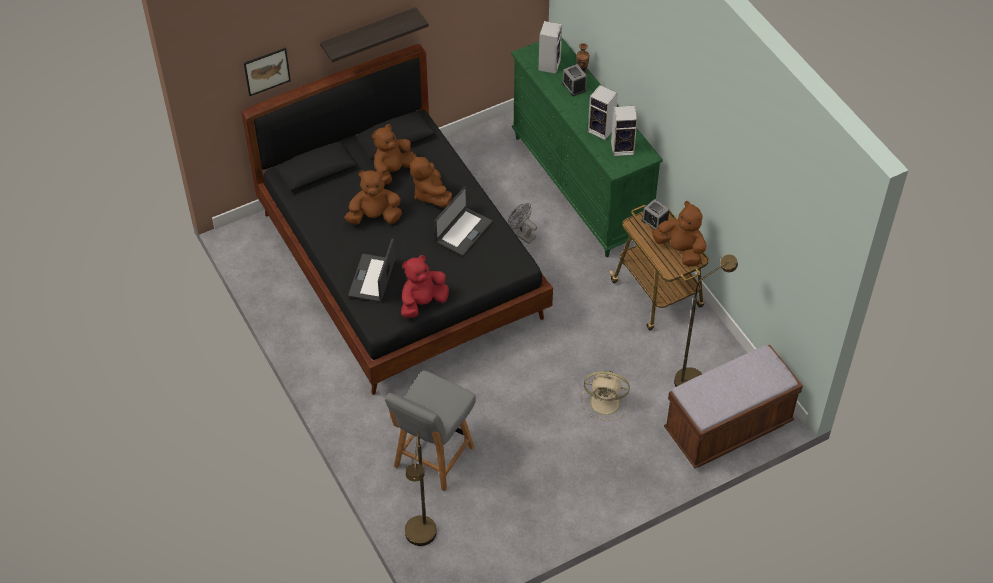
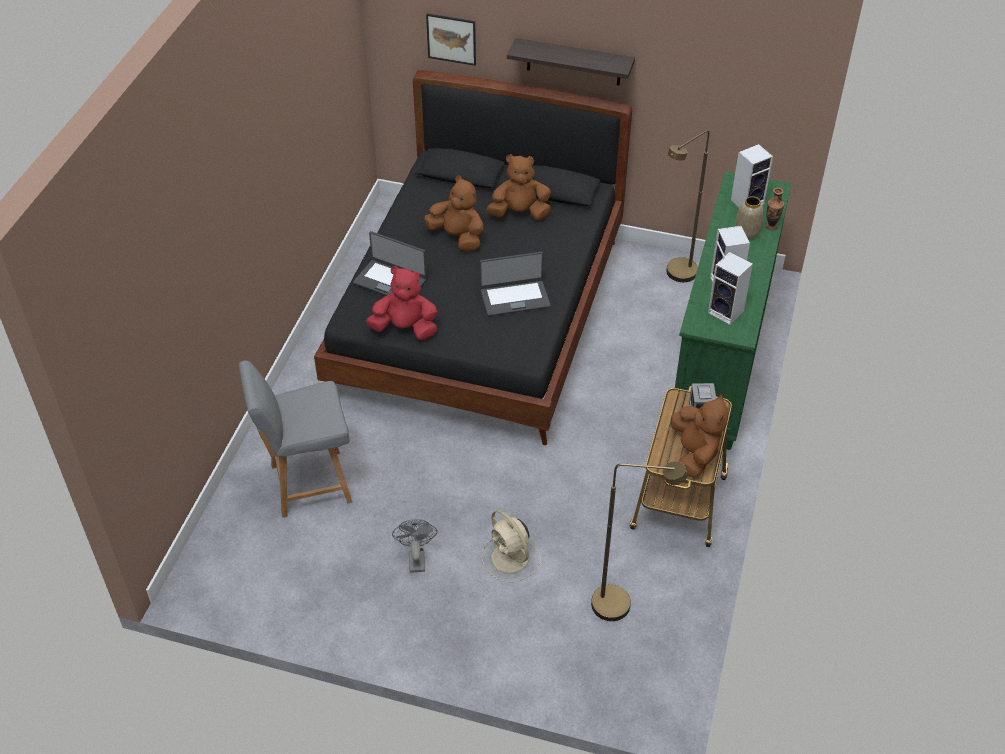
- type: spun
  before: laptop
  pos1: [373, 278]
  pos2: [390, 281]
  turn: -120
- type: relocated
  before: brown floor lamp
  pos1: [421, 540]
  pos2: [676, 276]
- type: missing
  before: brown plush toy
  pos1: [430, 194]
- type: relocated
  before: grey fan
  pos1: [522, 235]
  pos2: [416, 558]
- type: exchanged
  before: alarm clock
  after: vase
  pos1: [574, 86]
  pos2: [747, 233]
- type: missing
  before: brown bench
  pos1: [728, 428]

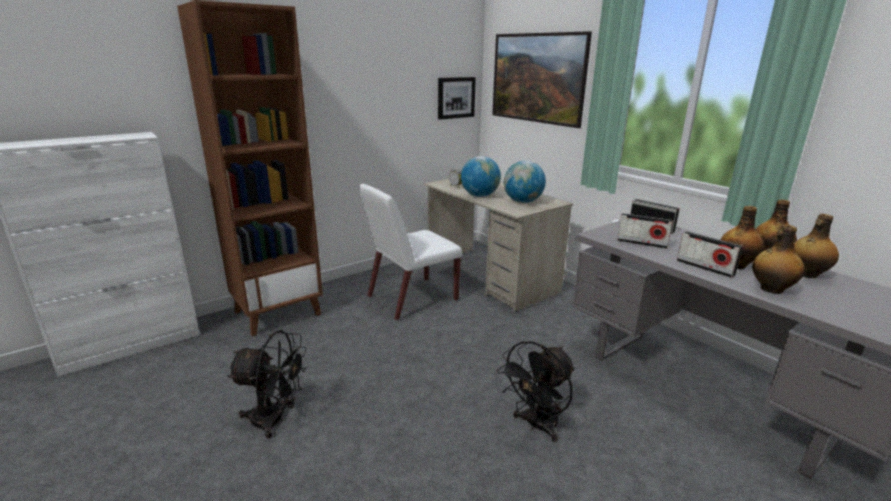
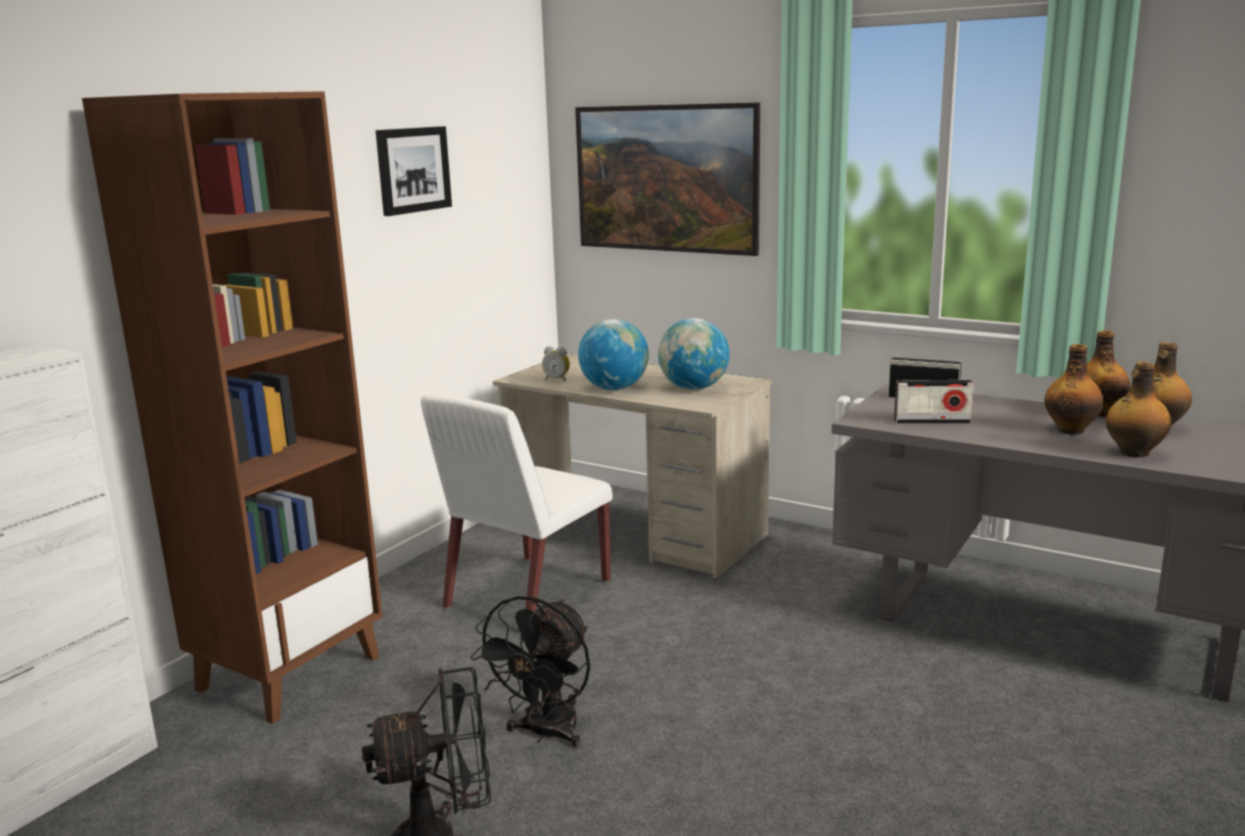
- type: relocated
  before: picture
  pos1: [455, 97]
  pos2: [412, 170]
- type: relocated
  before: black fan
  pos1: [536, 426]
  pos2: [546, 734]
- type: missing
  before: radio
  pos1: [705, 267]

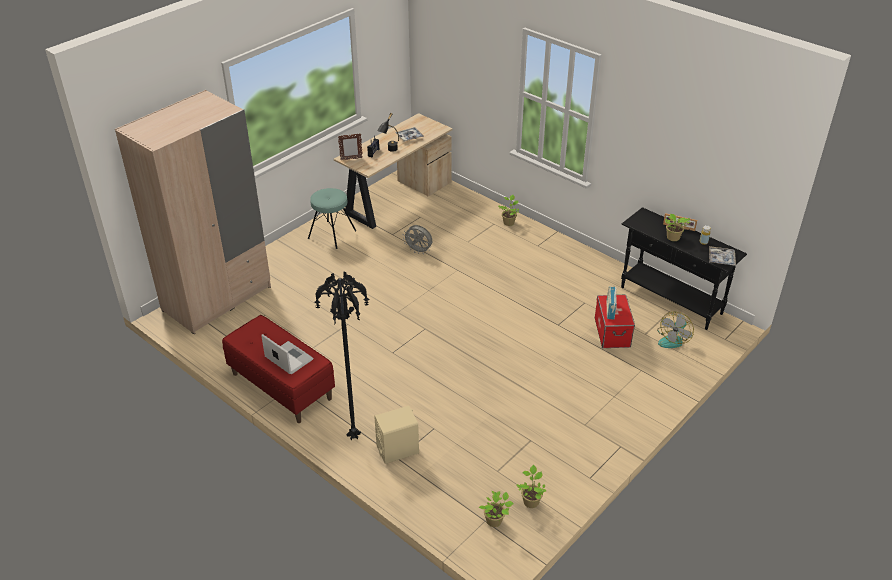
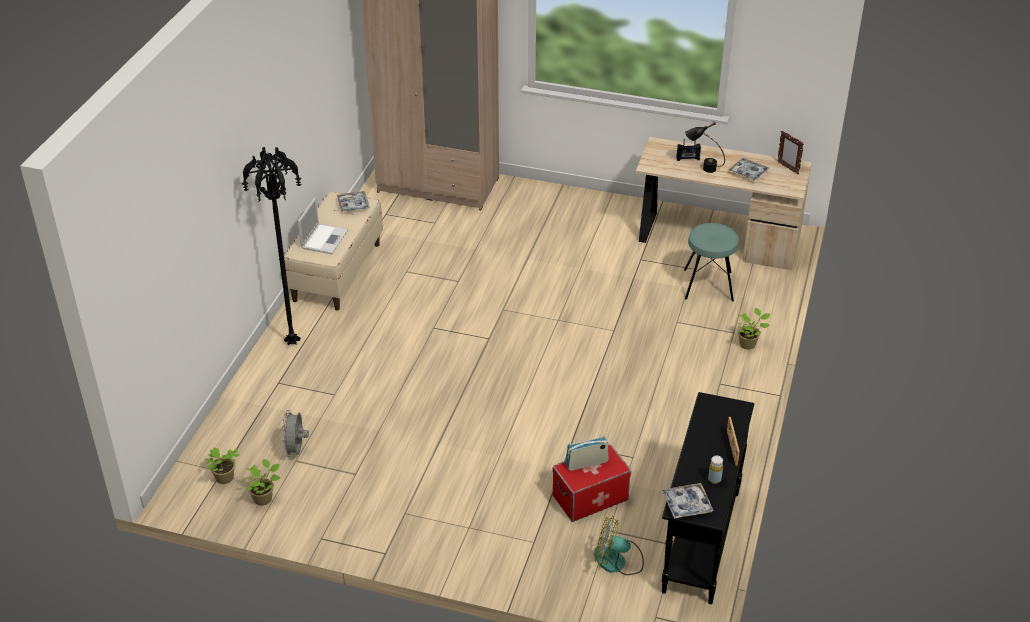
- type: colour
  before: red bench
  after: beige bench
  pos1: [281, 386]
  pos2: [336, 272]
- type: relocated
  before: turquoise stool
  pos1: [332, 234]
  pos2: [708, 285]
- type: relocated
  before: picture frame
  pos1: [351, 159]
  pos2: [787, 168]
- type: missing
  before: beige speaker
  pos1: [398, 449]
- type: relocated
  before: grey fan
  pos1: [419, 251]
  pos2: [296, 450]
- type: missing
  before: potted plant
  pos1: [673, 238]
- type: appeared
  after: tray
  pos2: [353, 205]

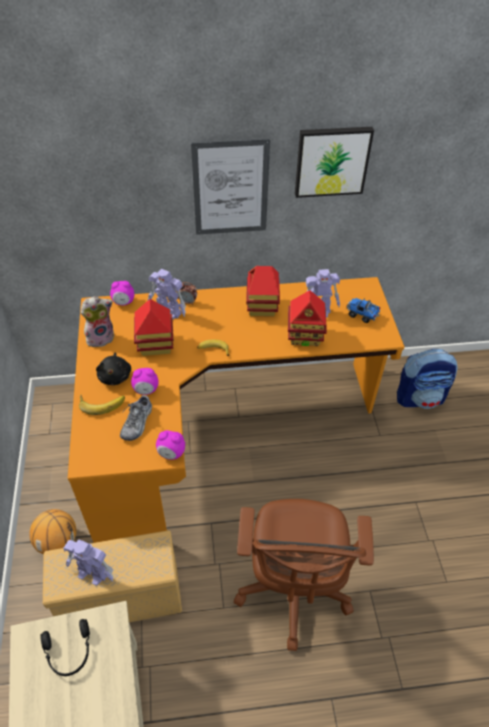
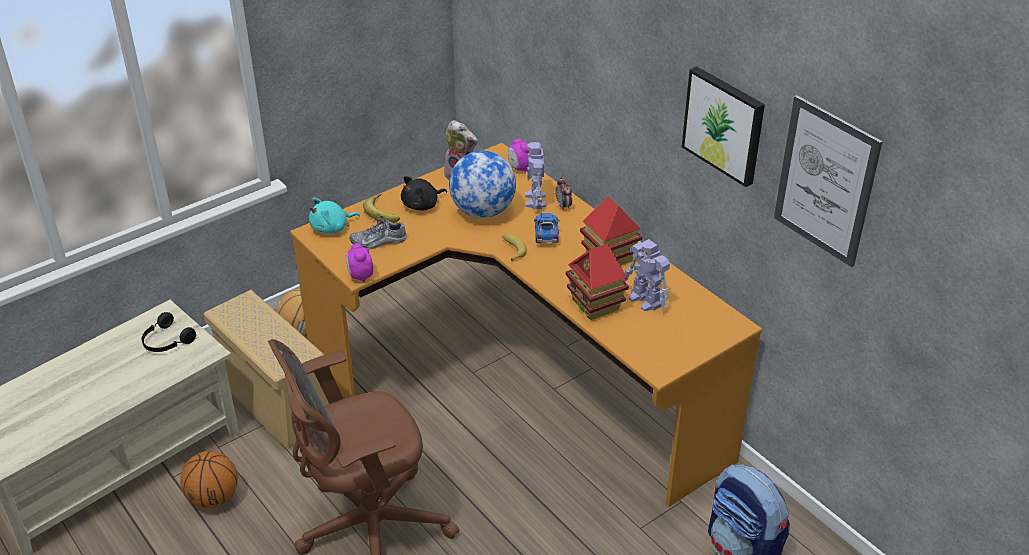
- type: missing
  before: toy robot
  pos1: [93, 573]
- type: missing
  before: alarm clock
  pos1: [146, 390]
- type: exchanged
  before: toy house
  after: globe
  pos1: [155, 345]
  pos2: [483, 211]
- type: relocated
  before: picture
  pos1: [230, 188]
  pos2: [825, 181]
- type: relocated
  before: toy truck
  pos1: [362, 315]
  pos2: [546, 236]
- type: appeared
  after: basketball
  pos2: [213, 498]
- type: appeared
  after: turquoise plush toy
  pos2: [332, 228]

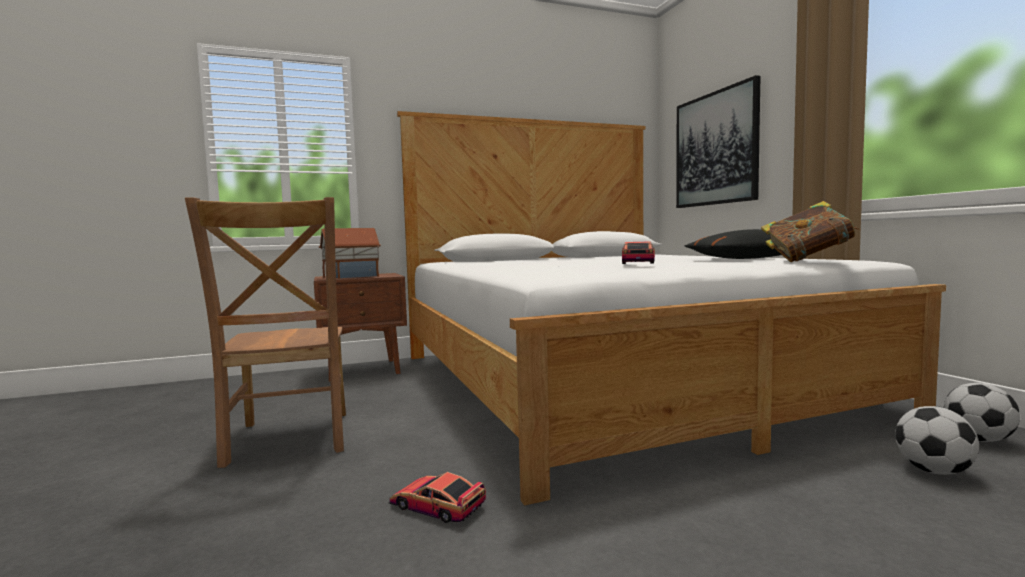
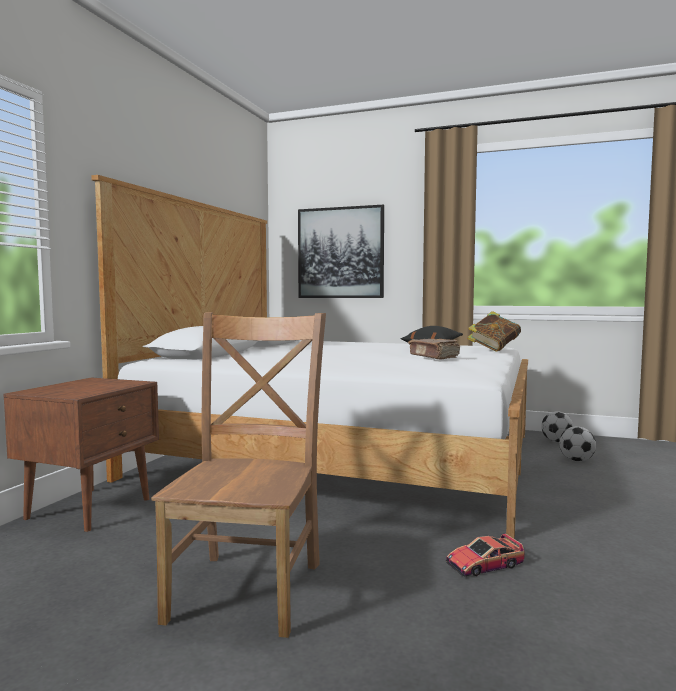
- type: spun
  before: brown chair
  pos1: [289, 440]
  pos2: [249, 587]
  turn: -105
- type: missing
  before: toy house
  pos1: [350, 277]
- type: exchanged
  before: toy car
  after: brown book
  pos1: [637, 262]
  pos2: [434, 357]

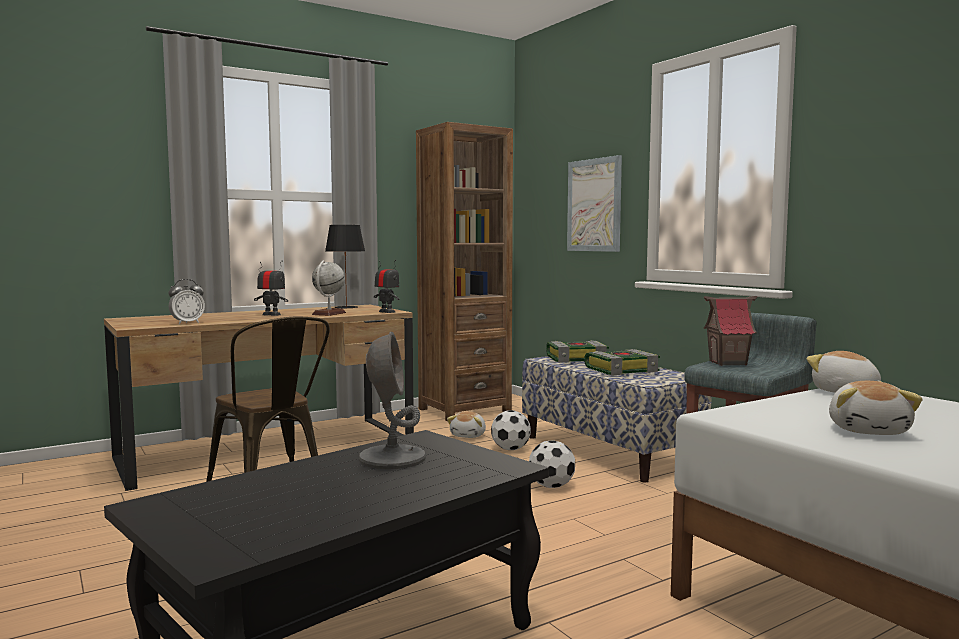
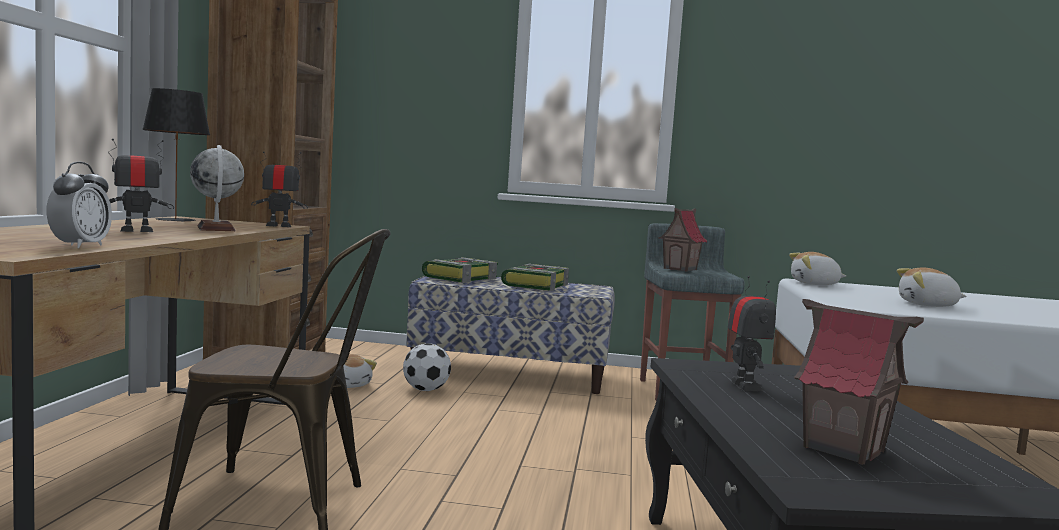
- type: exchanged
  before: grey table lamp
  after: toy robot
  pos1: [392, 458]
  pos2: [745, 386]
- type: missing
  before: football
  pos1: [551, 486]
- type: missing
  before: picture
  pos1: [594, 205]
- type: spun
  before: plush toy
  pos1: [869, 430]
  pos2: [928, 305]
  turn: 135
- type: appeared
  after: toy house
  pos2: [843, 448]

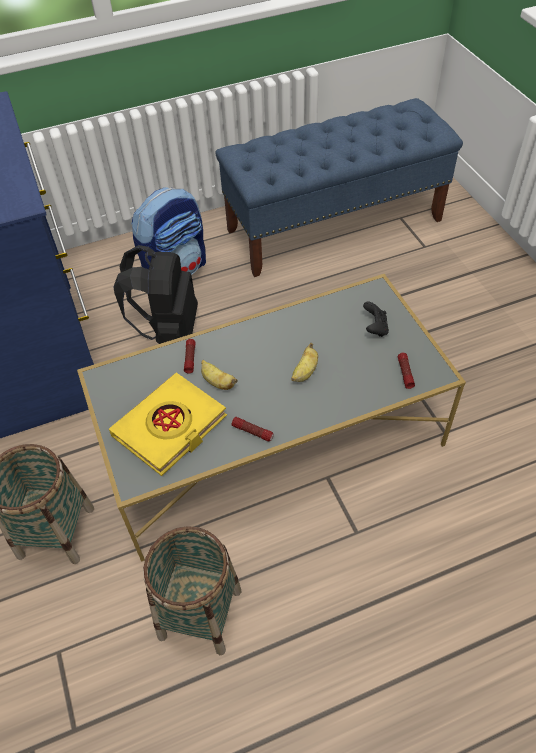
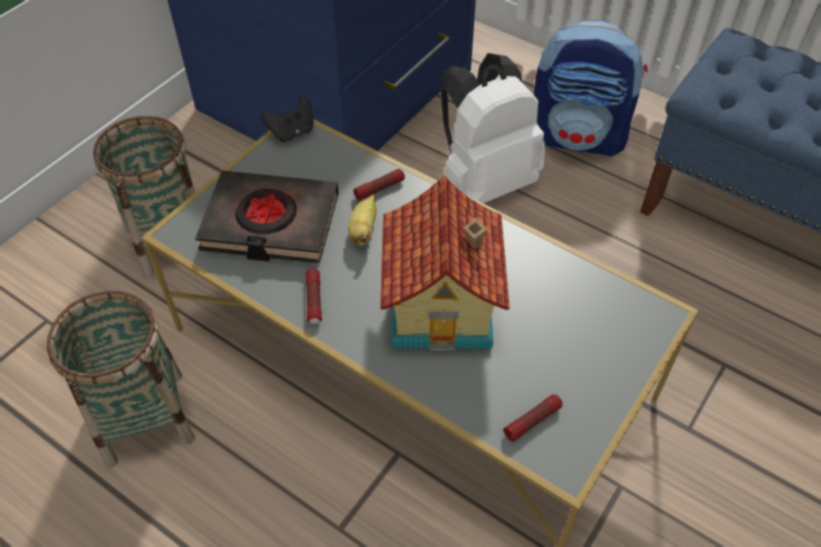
- type: colour
  before: yellow book
  after: black book
  pos1: [170, 427]
  pos2: [270, 223]
- type: colour
  before: black backpack
  after: white backpack
  pos1: [168, 330]
  pos2: [485, 181]
- type: exchanged
  before: banana
  after: toy house
  pos1: [305, 372]
  pos2: [444, 307]
- type: relocated
  before: black game controller
  pos1: [375, 328]
  pos2: [292, 132]

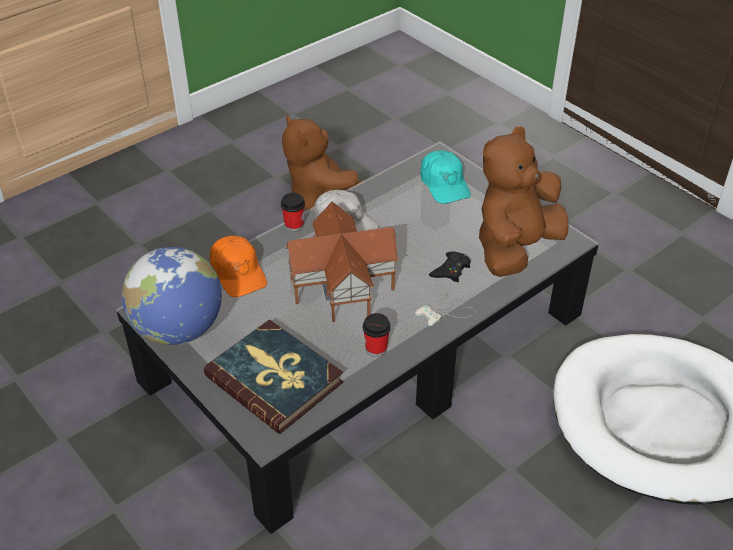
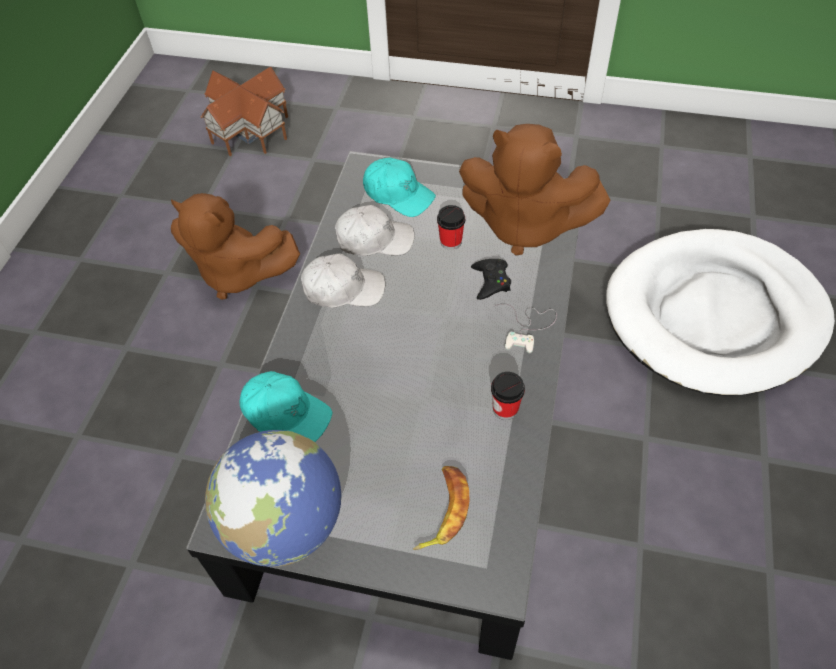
- type: exchanged
  before: book
  after: banana
  pos1: [275, 379]
  pos2: [443, 510]
- type: colour
  before: orange cap
  after: turquoise cap
  pos1: [238, 273]
  pos2: [286, 414]
- type: relocated
  before: cup
  pos1: [294, 225]
  pos2: [450, 242]
- type: relocated
  before: toy house
  pos1: [344, 285]
  pos2: [252, 130]
- type: spun
  before: brown plush toy
  pos1: [515, 248]
  pos2: [524, 226]
  turn: -75
- type: appeared
  after: white cap
  pos2: [374, 240]

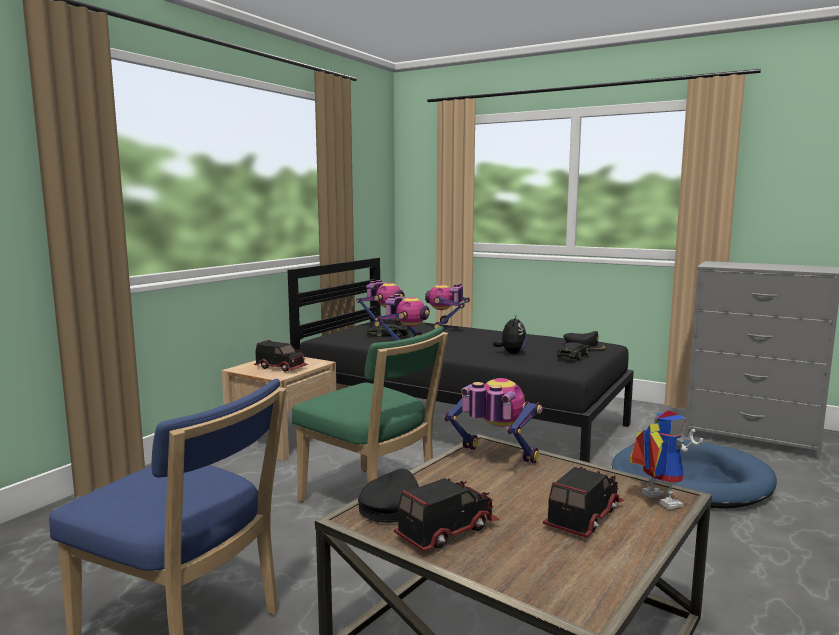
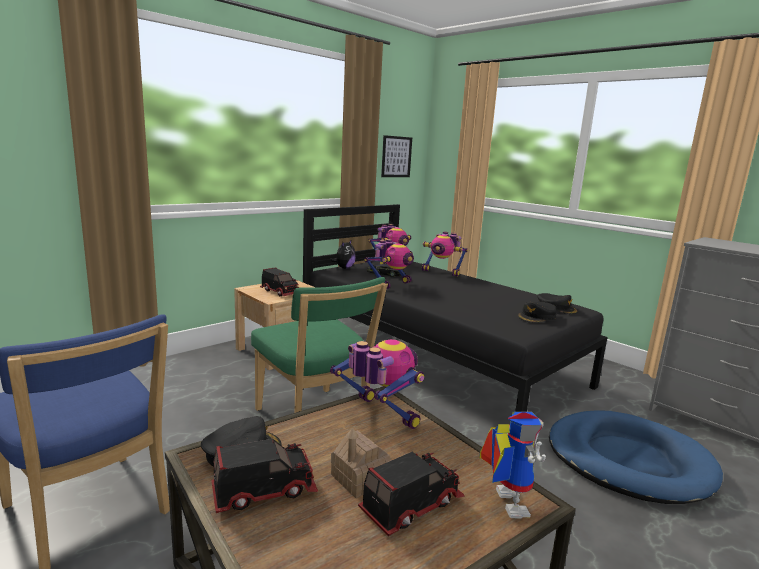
- type: spun
  before: toy robot
  pos1: [446, 327]
  pos2: [442, 272]
  turn: -90
- type: relocated
  before: plush toy
  pos1: [511, 353]
  pos2: [344, 268]
- type: exchanged
  before: black toy car
  after: black cap
  pos1: [573, 356]
  pos2: [537, 317]
- type: appeared
  after: toy house
  pos2: [360, 478]
- type: appeared
  after: picture
  pos2: [396, 157]

